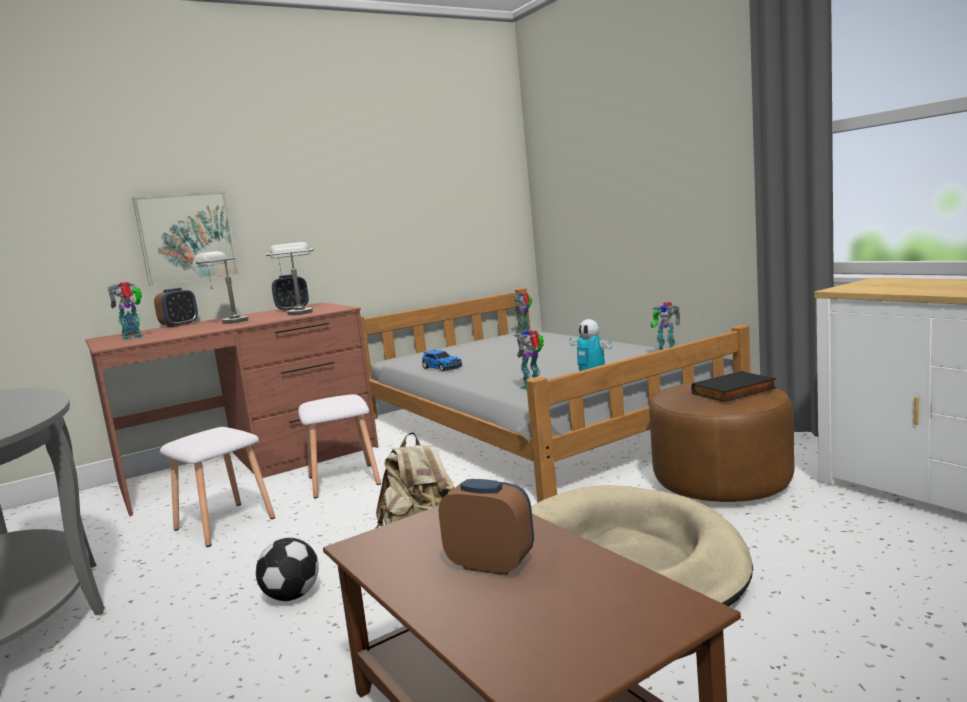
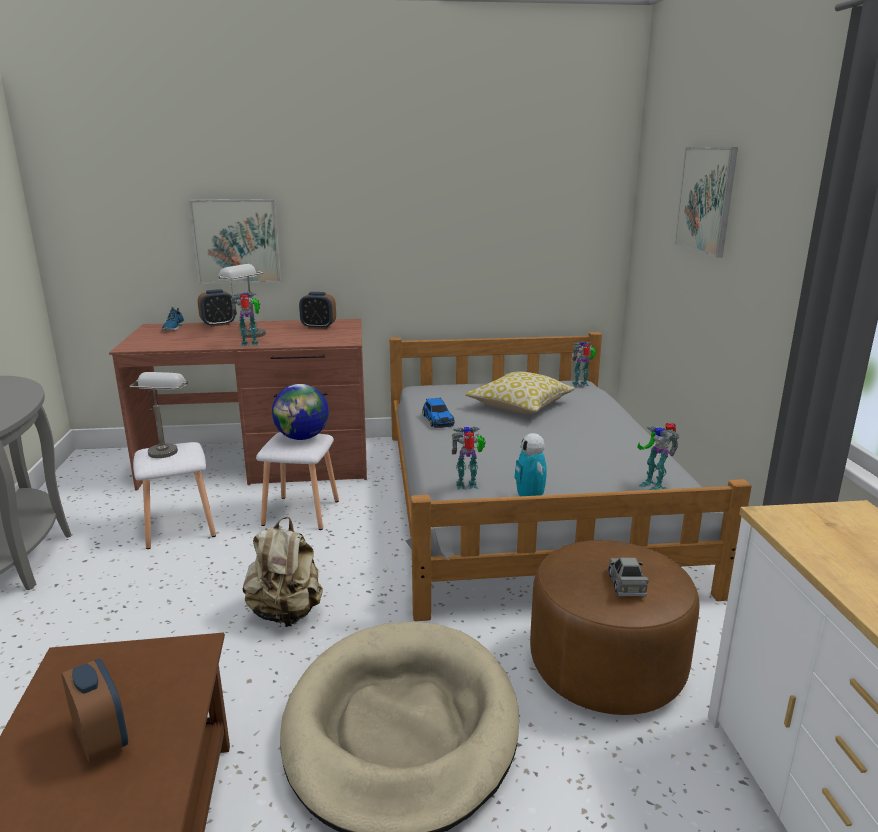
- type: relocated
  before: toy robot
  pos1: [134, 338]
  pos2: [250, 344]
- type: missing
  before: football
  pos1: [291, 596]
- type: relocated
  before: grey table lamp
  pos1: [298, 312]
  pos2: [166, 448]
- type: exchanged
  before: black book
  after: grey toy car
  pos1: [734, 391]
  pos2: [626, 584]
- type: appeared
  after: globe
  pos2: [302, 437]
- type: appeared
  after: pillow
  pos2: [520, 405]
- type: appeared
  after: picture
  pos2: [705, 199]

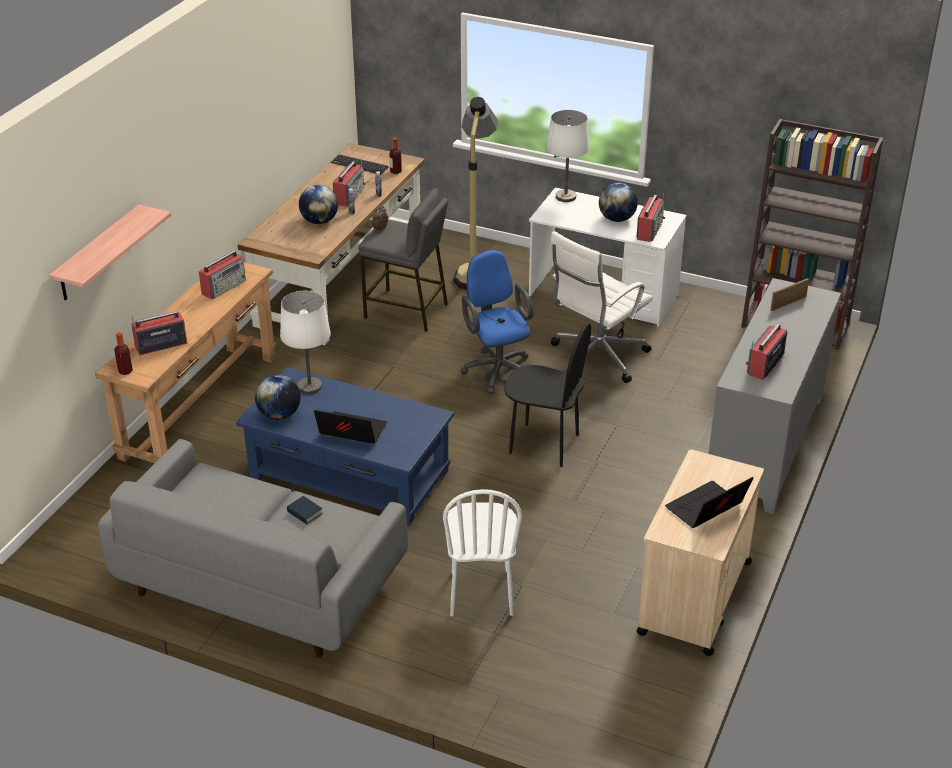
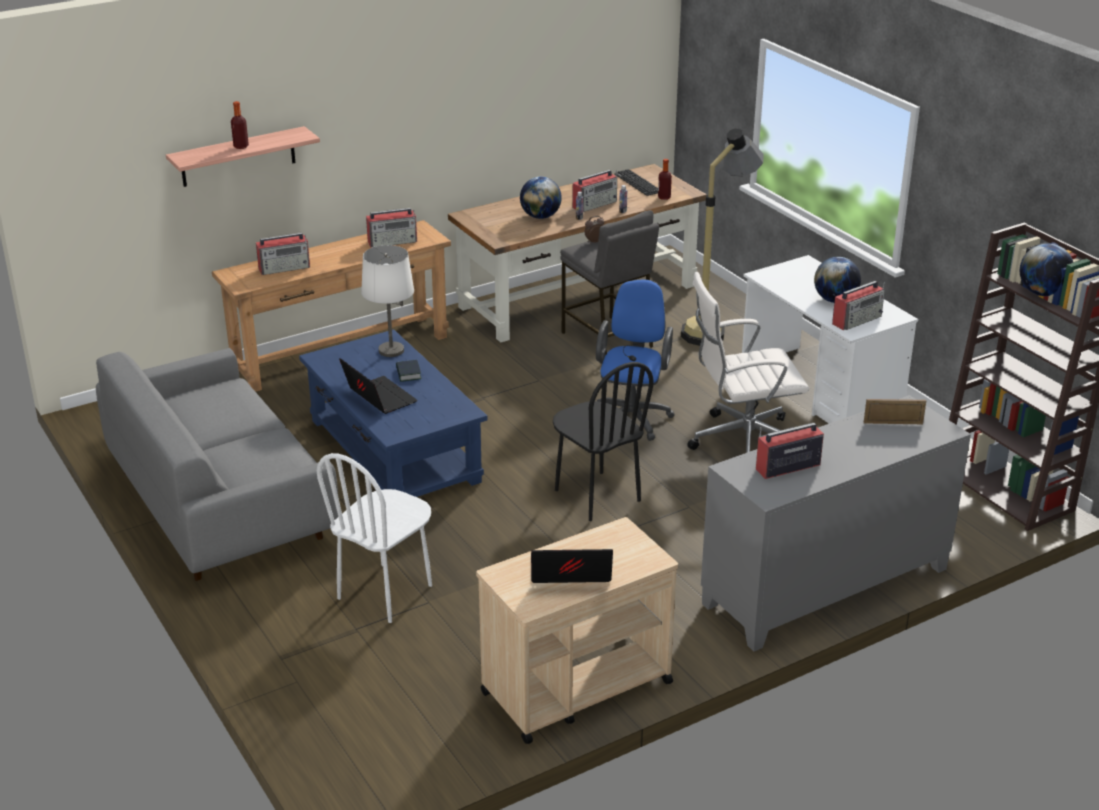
- type: relocated
  before: bottle
  pos1: [125, 371]
  pos2: [241, 146]
- type: spun
  before: radio
  pos1: [160, 345]
  pos2: [285, 268]
  turn: 150
- type: relocated
  before: globe
  pos1: [279, 415]
  pos2: [1042, 293]
- type: relocated
  before: book
  pos1: [304, 513]
  pos2: [408, 374]
- type: missing
  before: white table lamp
  pos1: [565, 196]

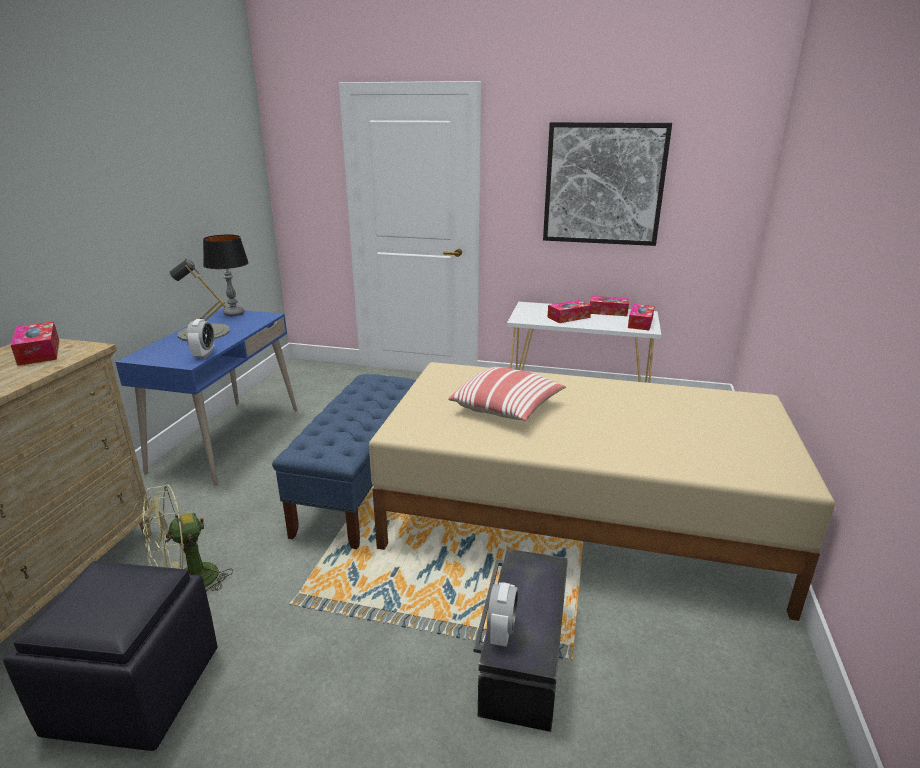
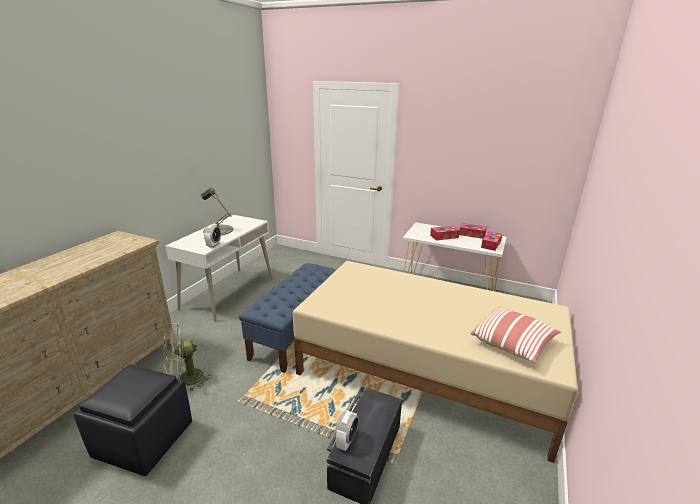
- type: missing
  before: tissue box
  pos1: [39, 352]
- type: colour
  before: blue desk
  after: white desk
  pos1: [227, 439]
  pos2: [228, 293]
- type: missing
  before: table lamp
  pos1: [234, 314]
- type: relocated
  before: pillow
  pos1: [507, 408]
  pos2: [513, 343]
- type: missing
  before: picture
  pos1: [603, 184]

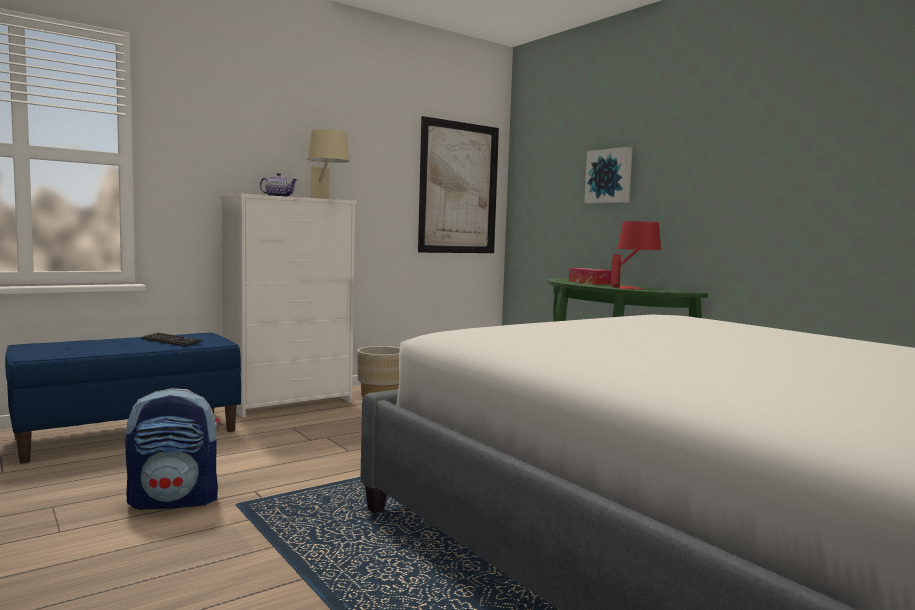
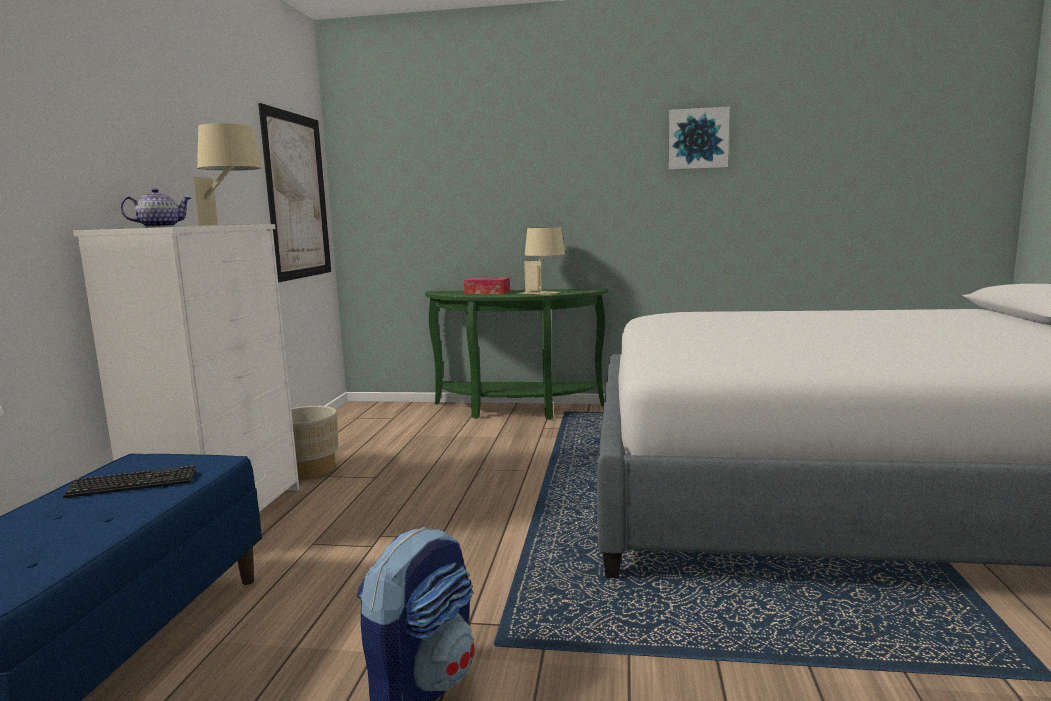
- type: relocated
  before: picture
  pos1: [609, 176]
  pos2: [698, 139]
- type: colour
  before: red table lamp
  after: beige table lamp
  pos1: [634, 287]
  pos2: [544, 291]

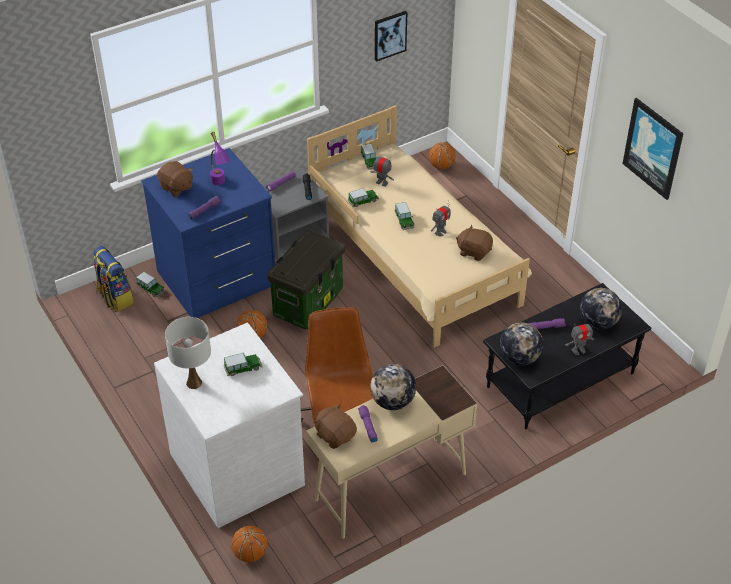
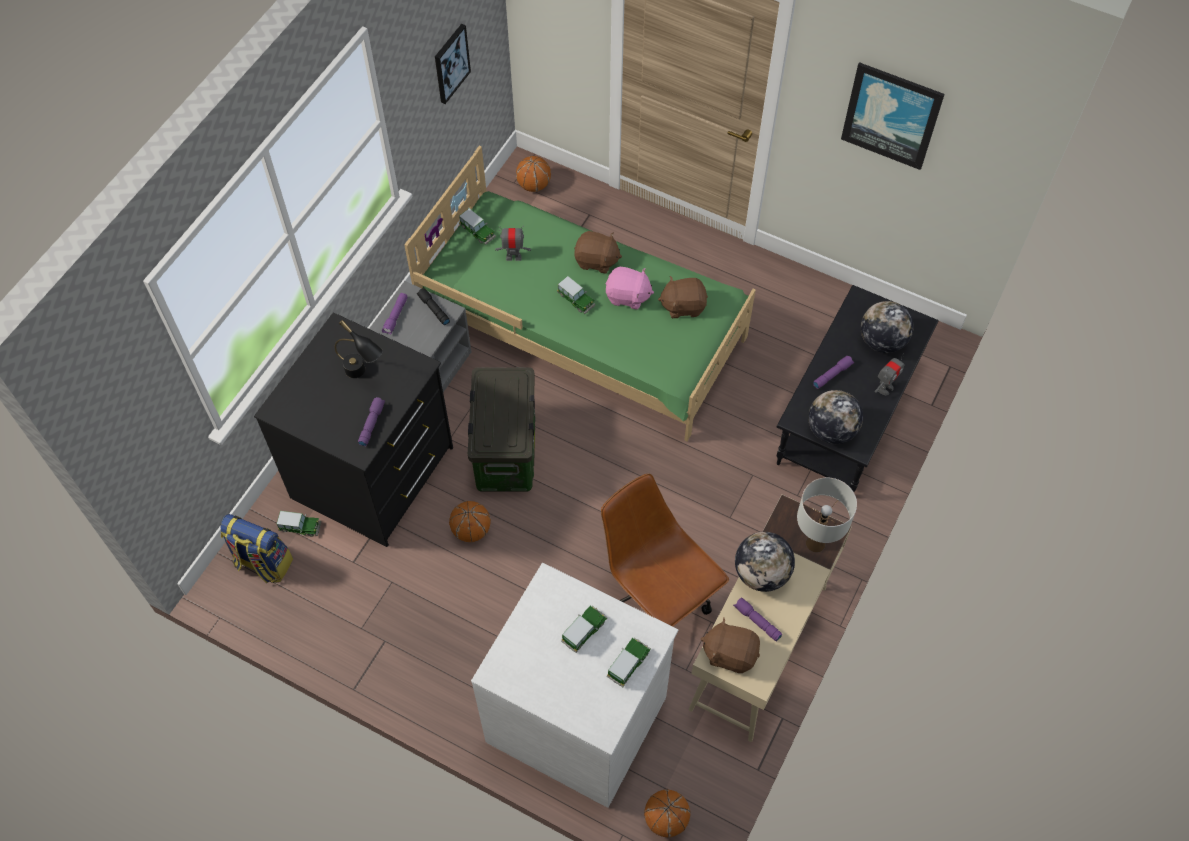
- type: colour
  before: blue dresser
  after: black dresser
  pos1: [217, 280]
  pos2: [374, 474]
- type: relocated
  before: brown plush toy
  pos1: [176, 187]
  pos2: [596, 261]
- type: relocated
  before: white table lamp
  pos1: [194, 382]
  pos2: [815, 543]
- type: colour
  before: purple table lamp
  after: black table lamp
  pos1: [220, 184]
  pos2: [363, 374]
- type: colour
  before: beige bed
  after: green bed
  pos1: [414, 256]
  pos2: [584, 327]
- type: relocated
  before: toy car
  pos1: [363, 201]
  pos2: [628, 663]
- type: exchanged
  before: toy robot
  after: pink plush toy
  pos1: [440, 232]
  pos2: [628, 296]

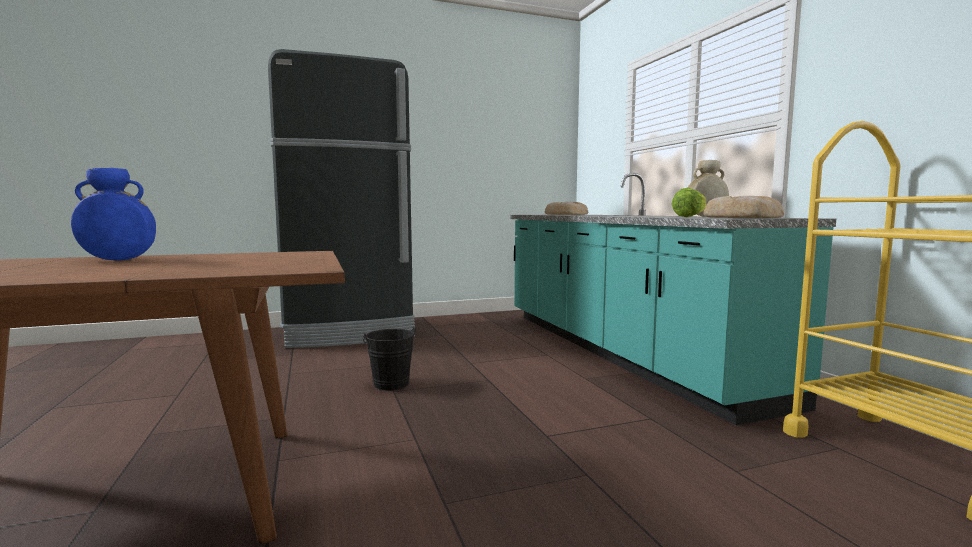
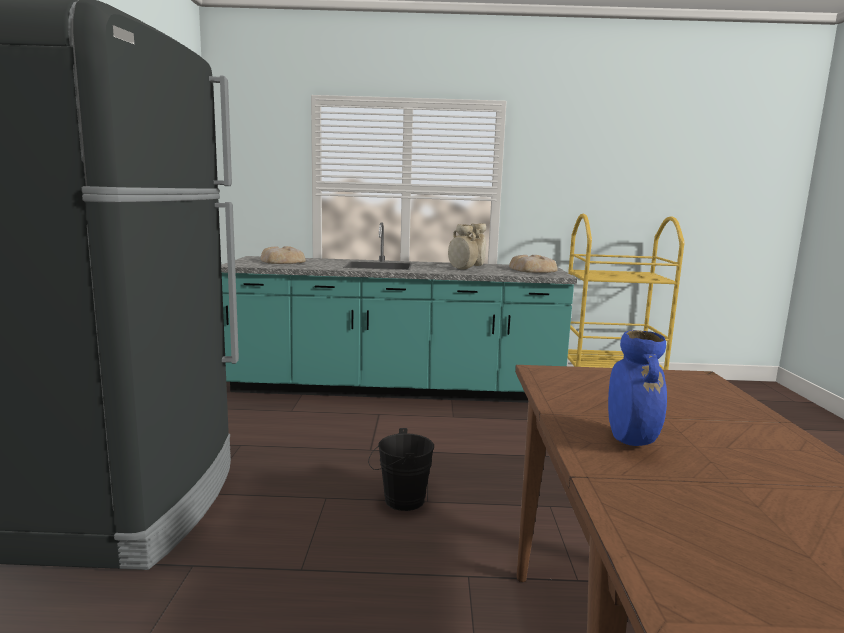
- type: missing
  before: lettuce
  pos1: [690, 217]
- type: appeared
  after: beige vase
  pos2: [461, 269]

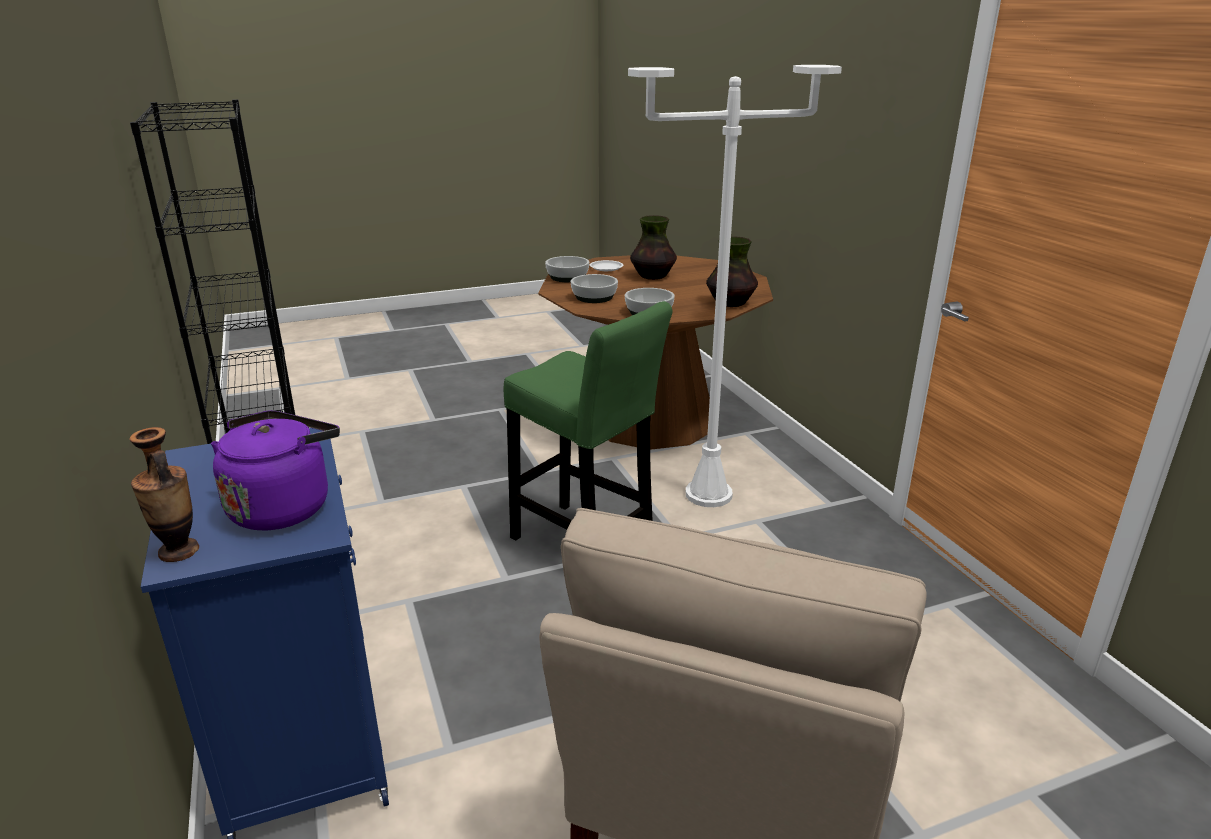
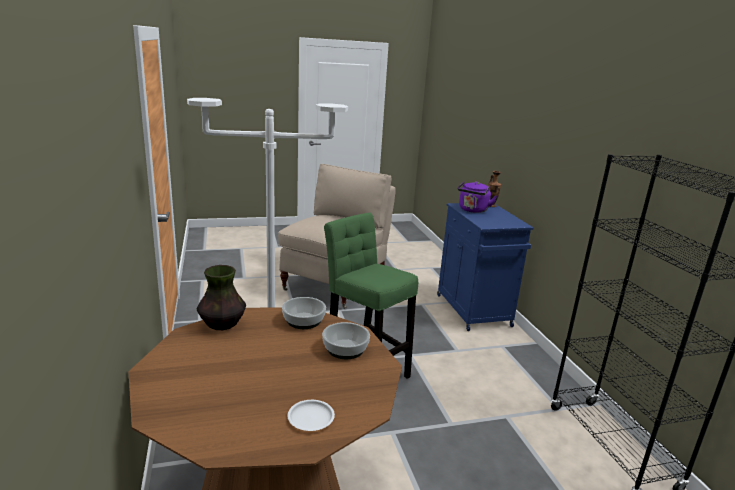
- type: missing
  before: bowl
  pos1: [567, 277]
- type: missing
  before: vase
  pos1: [652, 276]

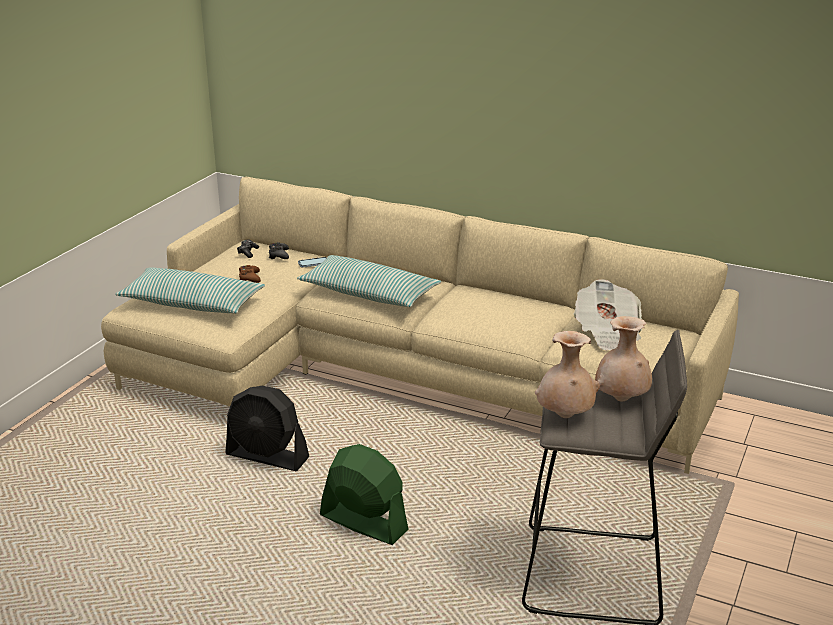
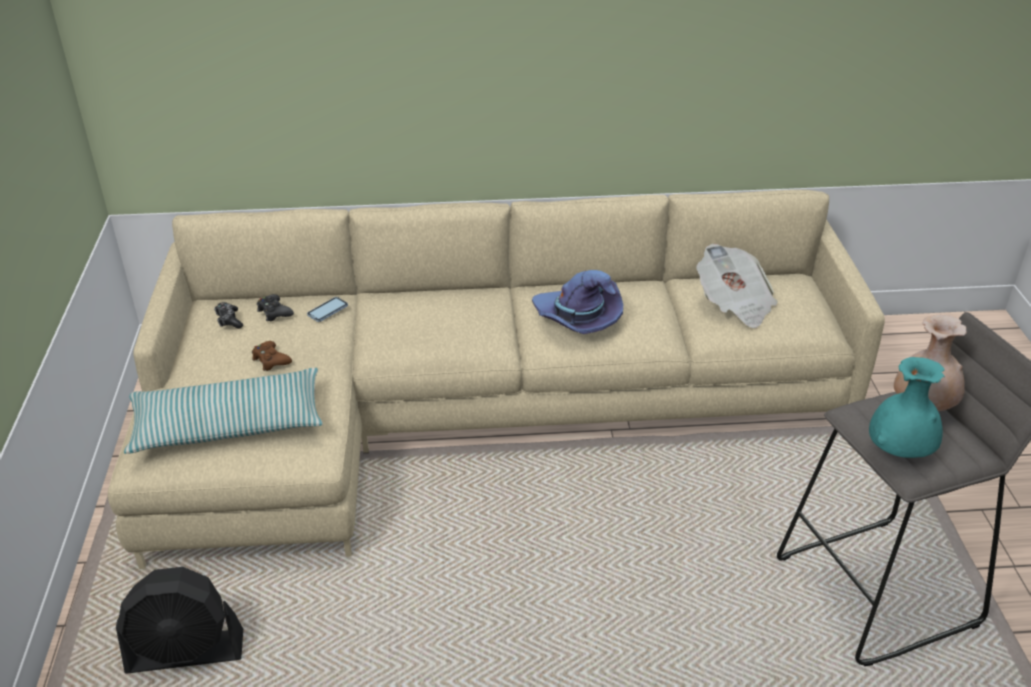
- type: relocated
  before: black fan
  pos1: [267, 457]
  pos2: [186, 652]
- type: missing
  before: pillow
  pos1: [369, 294]
- type: missing
  before: green fan
  pos1: [363, 523]
- type: colour
  before: beige vase
  after: turquoise vase
  pos1: [565, 416]
  pos2: [898, 452]
- type: appeared
  after: purple hat
  pos2: [577, 319]

